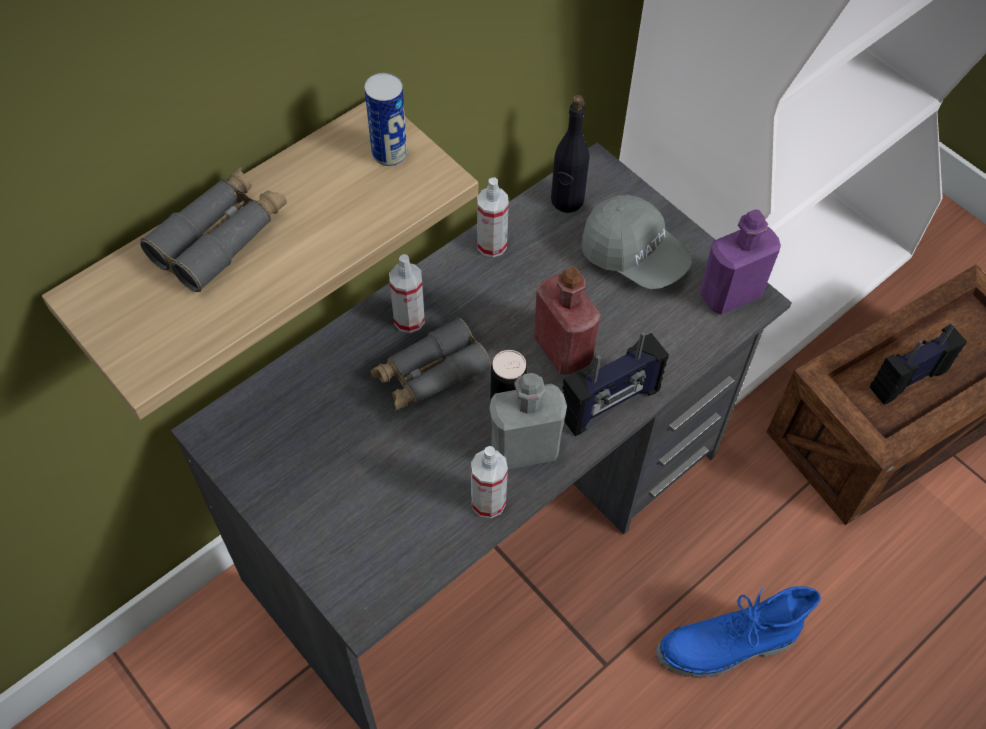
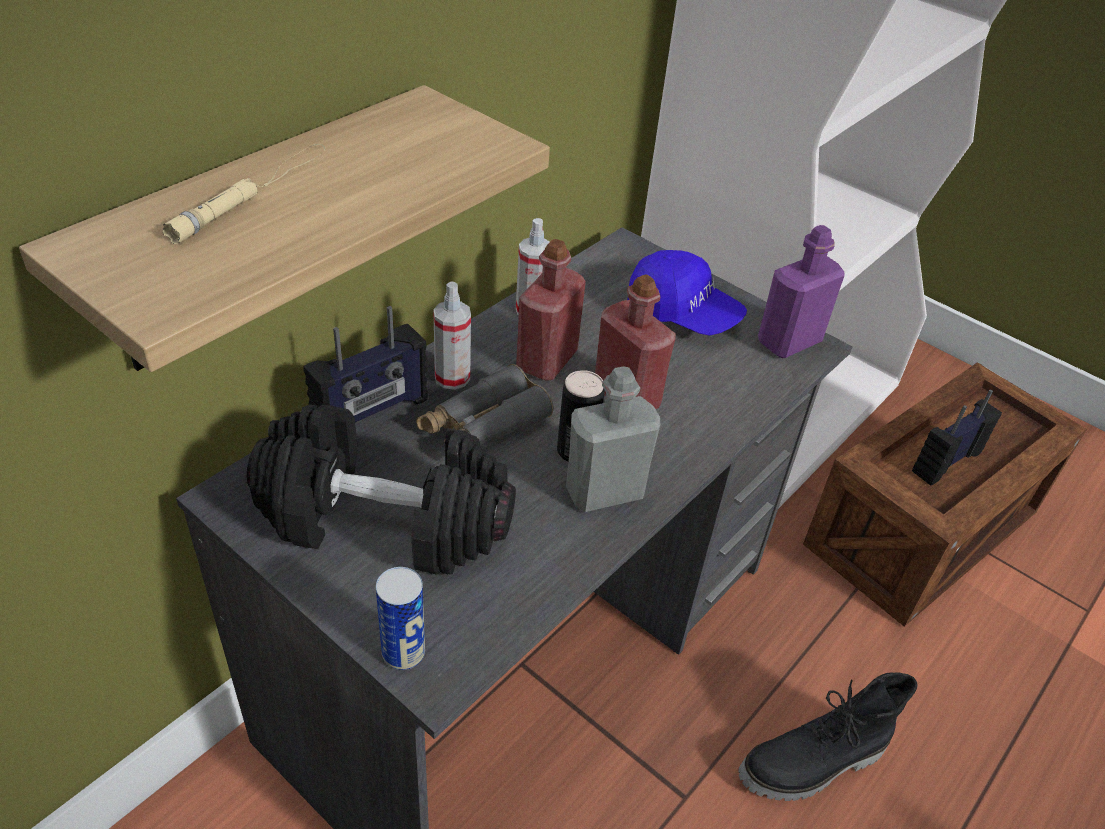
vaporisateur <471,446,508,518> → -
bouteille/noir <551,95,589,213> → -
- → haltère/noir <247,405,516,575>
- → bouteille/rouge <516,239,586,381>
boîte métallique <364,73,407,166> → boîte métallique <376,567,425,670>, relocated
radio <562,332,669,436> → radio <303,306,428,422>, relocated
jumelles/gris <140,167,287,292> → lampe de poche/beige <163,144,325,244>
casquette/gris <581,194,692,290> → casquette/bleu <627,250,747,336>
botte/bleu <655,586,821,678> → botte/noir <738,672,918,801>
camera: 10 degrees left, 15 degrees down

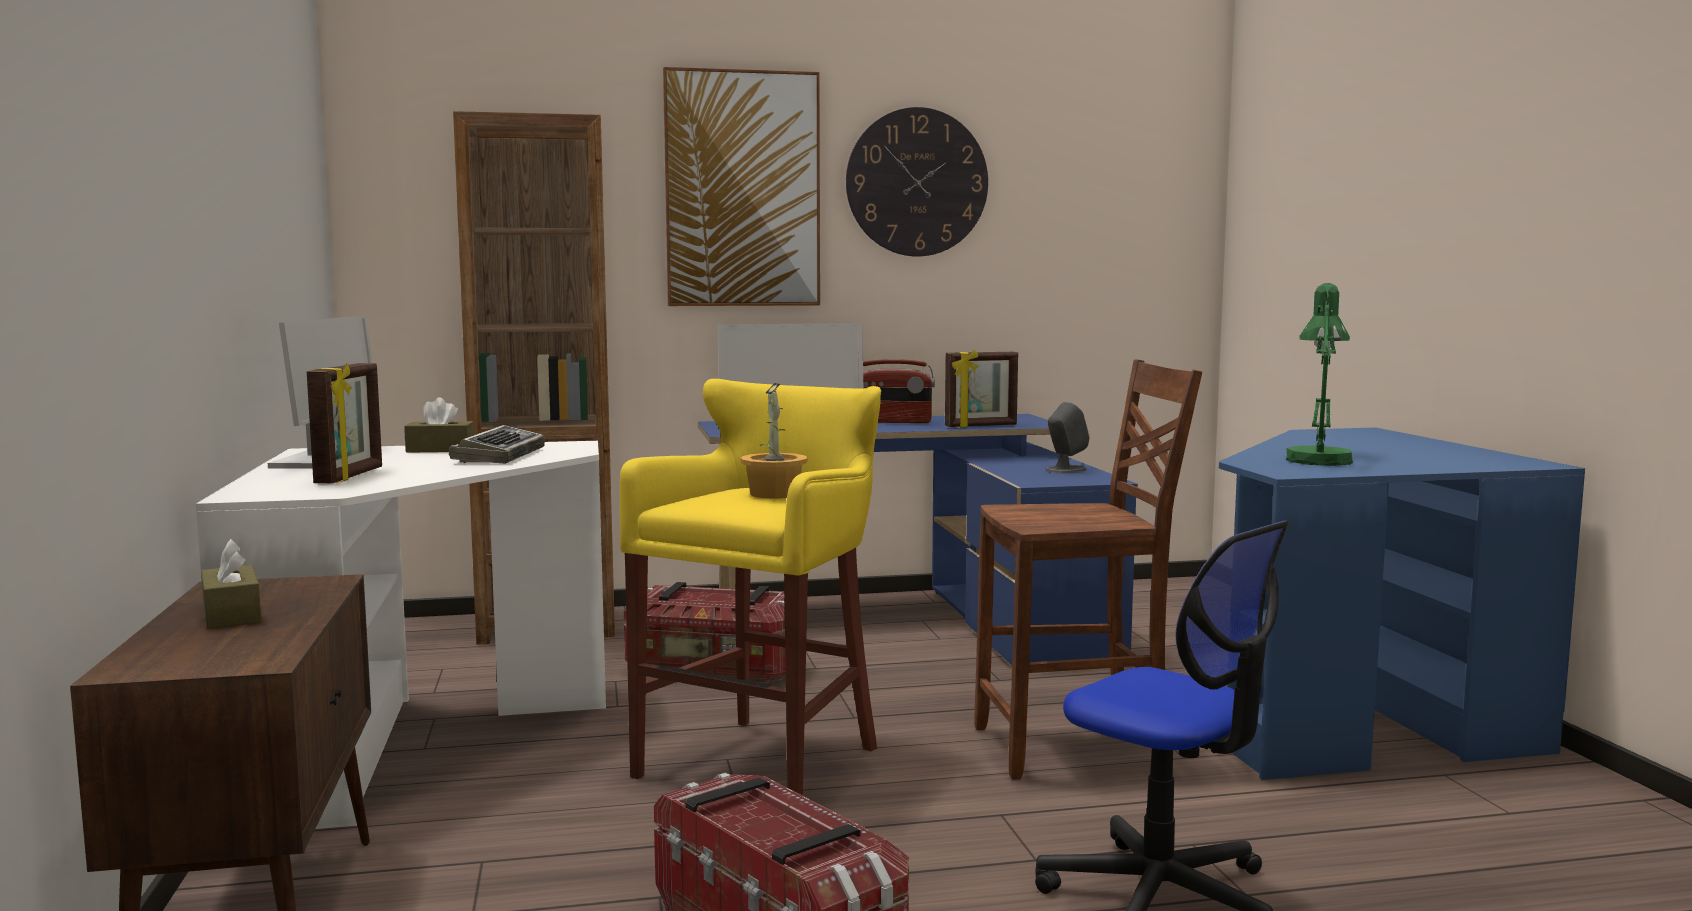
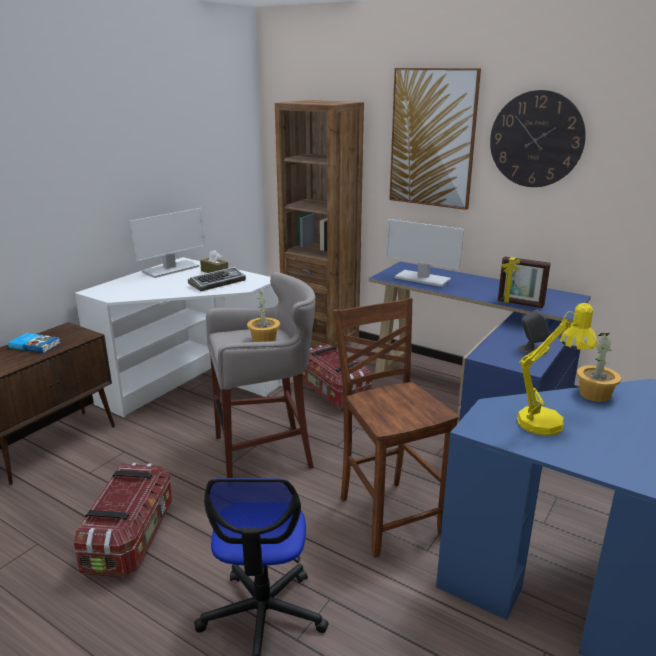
cadre photo <307,363,382,483> → -
radio <863,359,935,423> → -
- → plante en pot <576,333,621,402>
boîte à mouchoirs/marron <201,539,261,629> → livre <8,333,60,353>
tabouret/jaune <620,379,881,796> → tabouret/gris <206,272,315,478>
lampe de table/vert <1286,283,1353,466> → lampe de table/jaune <517,303,597,436>
chaise/marron <974,359,1202,780> → chaise/marron <333,298,459,558>, 150 degrees counterclockwise
camera: 45 degrees right, 15 degrees up

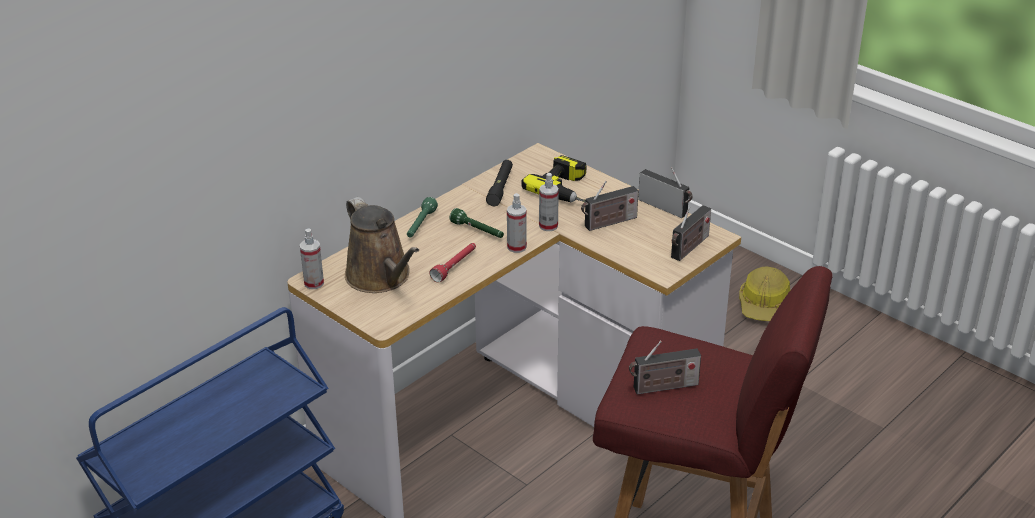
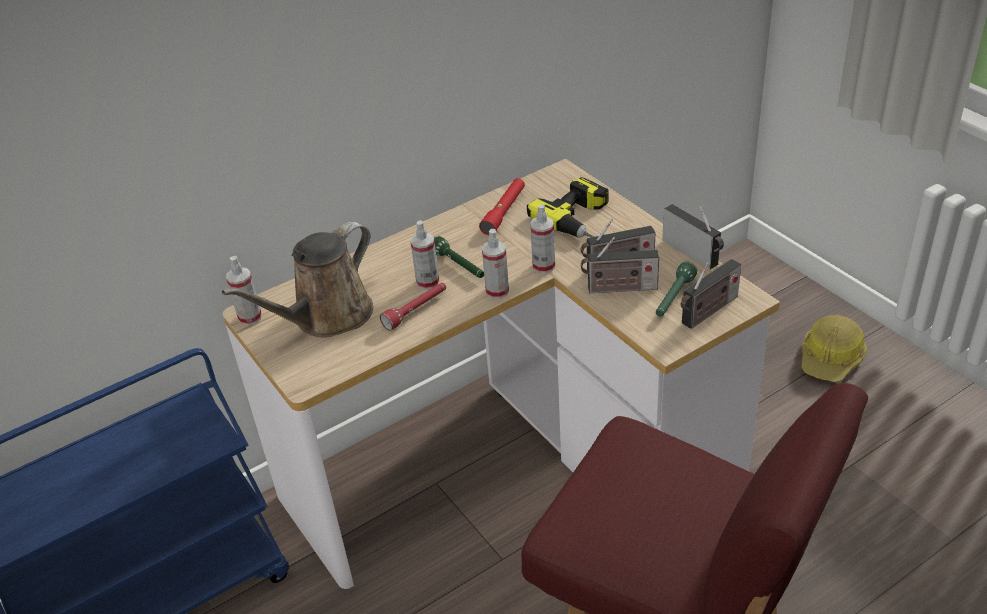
- → vaporisateur <410,220,439,290>
lampe de poche/vert <407,197,438,237> → lampe de poche/vert <656,262,697,317>, relocated
radio <629,341,701,395> → radio <581,237,659,293>, relocated
lampe de poche/noir <486,160,513,206> → lampe de poche/rouge <479,178,525,235>
arrosoir/marron <345,197,419,293> → arrosoir/marron <222,222,373,338>, 60 degrees clockwise
camera: 15 degrees right, 5 degrees up

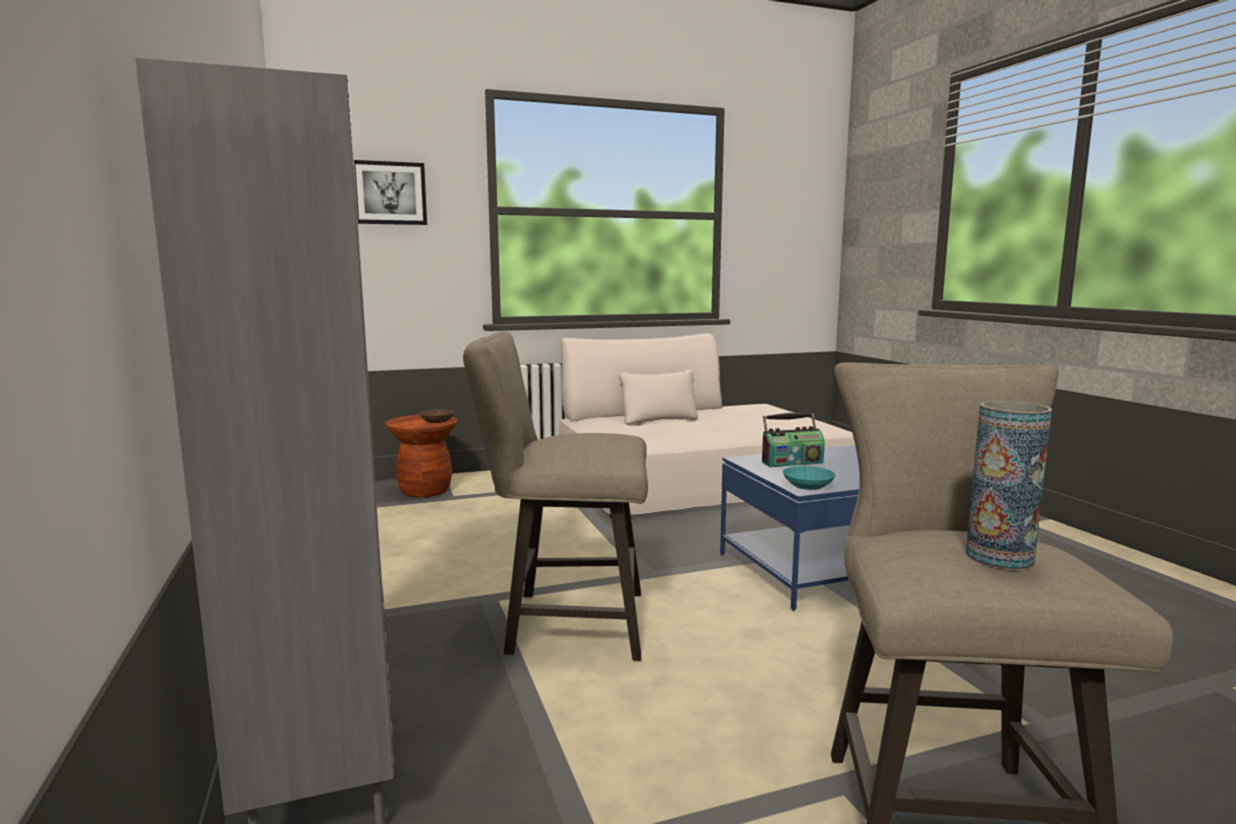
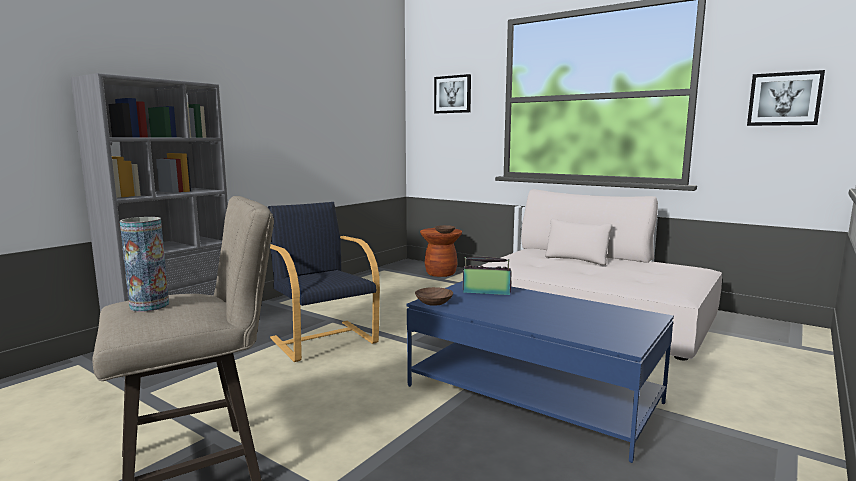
- → tableau <747,70,825,126>
tabouret/beige <463,331,648,661> → fauteuil/noir <267,202,380,362>
bol/turquoise <783,466,836,490> → bol/marron <415,287,453,306>
radio <762,413,825,467> → radio <463,257,511,295>, 150 degrees clockwise
camera: 55 degrees right, 0 degrees up

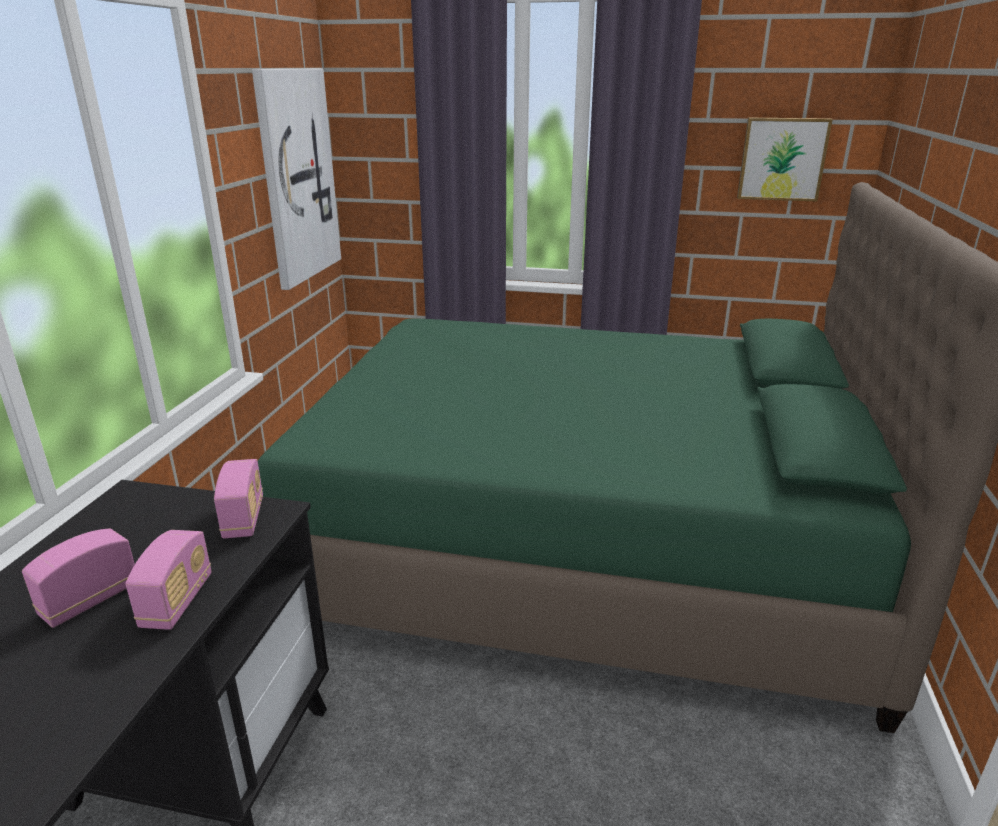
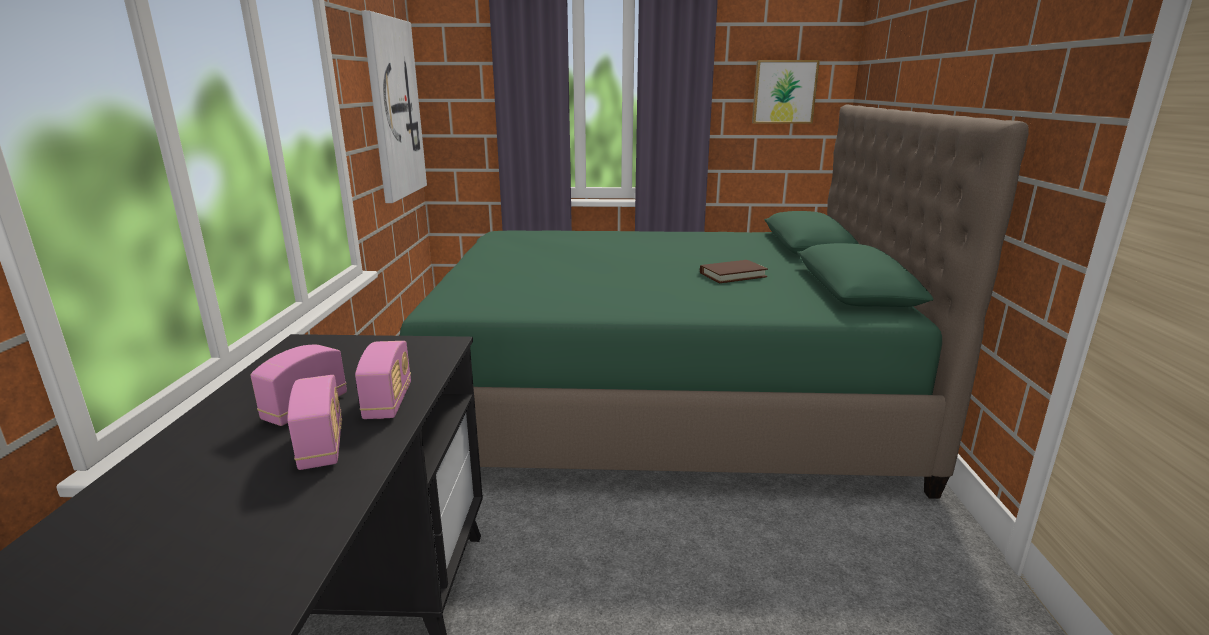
- → livre/marron <700,260,768,283>
radio <214,459,263,538> → radio <287,375,342,470>, relocated
camera: 10 degrees left, 5 degrees down

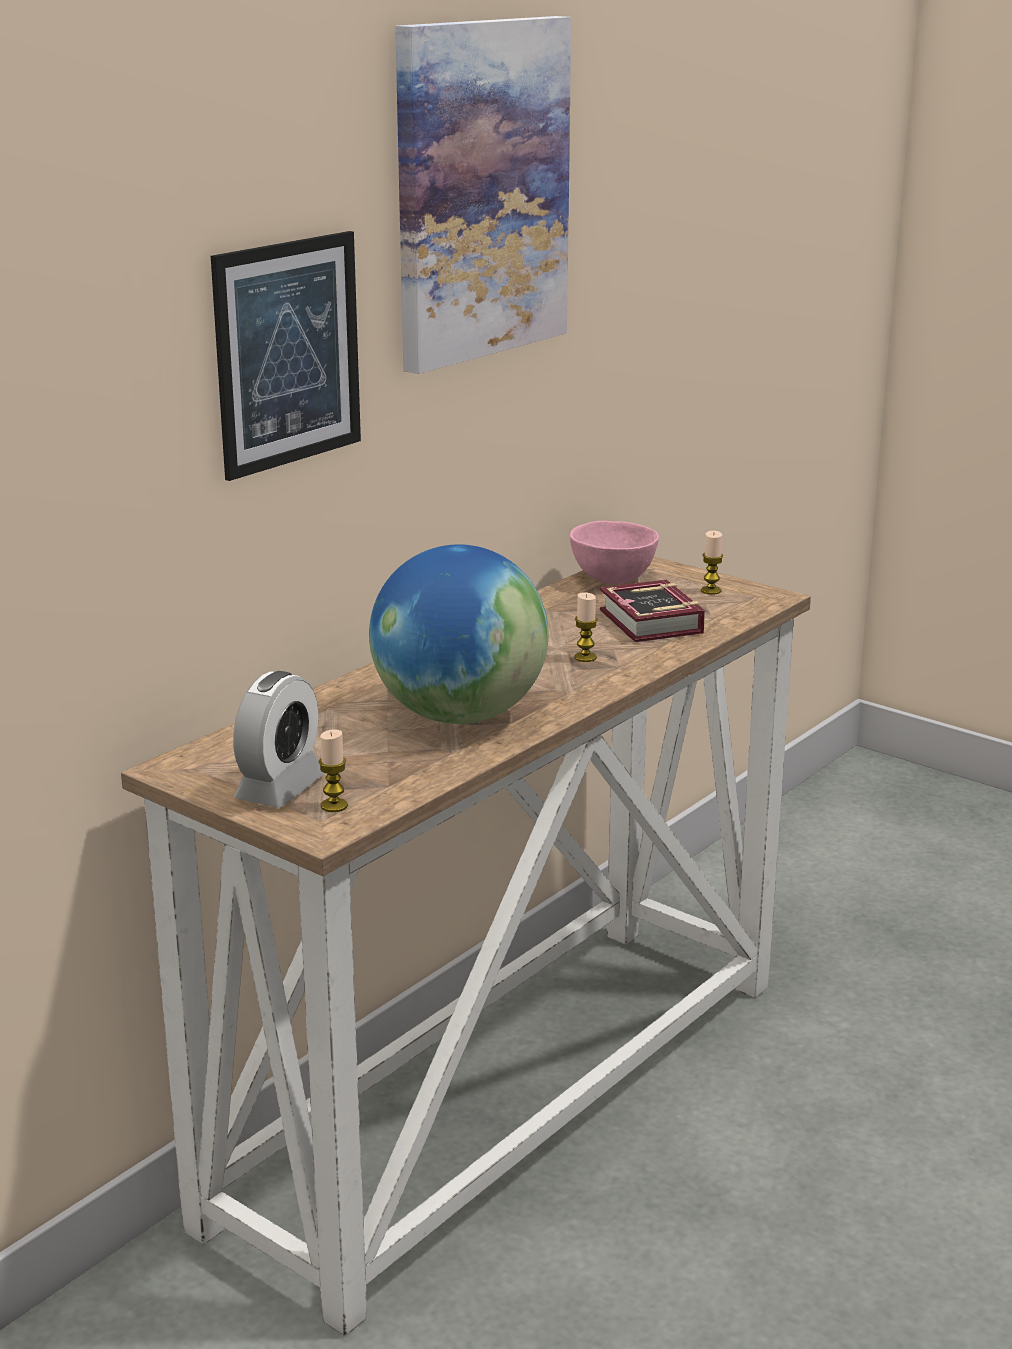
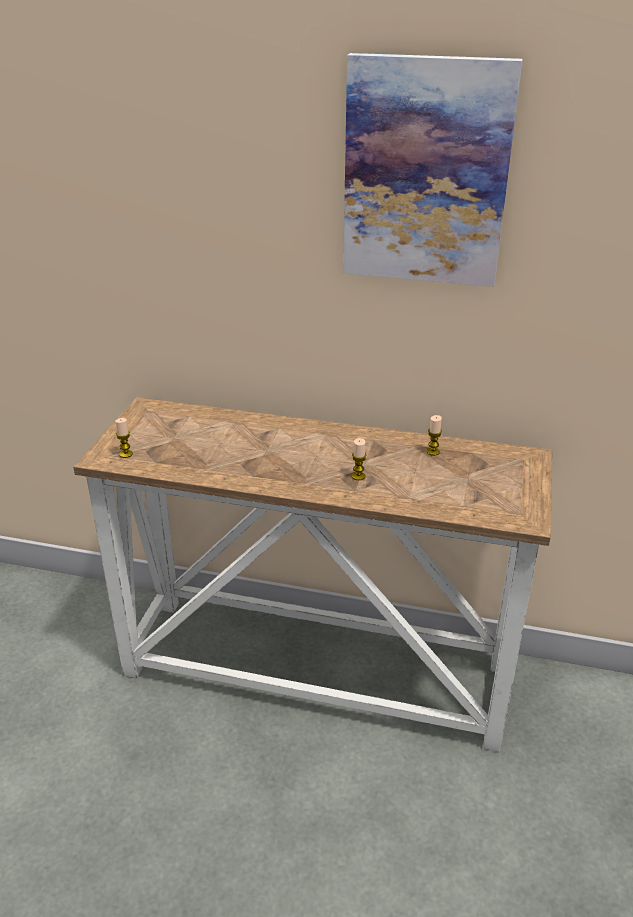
tableau <211,231,361,481> → -
réveil <233,671,325,808> → -
globe <369,544,549,724> → -
bol/rose <570,521,659,584> → -
livre <600,580,705,642> → -
bougie <701,531,723,595> → bougie <426,415,442,456>, relocated
camera: 65 degrees right, 10 degrees up

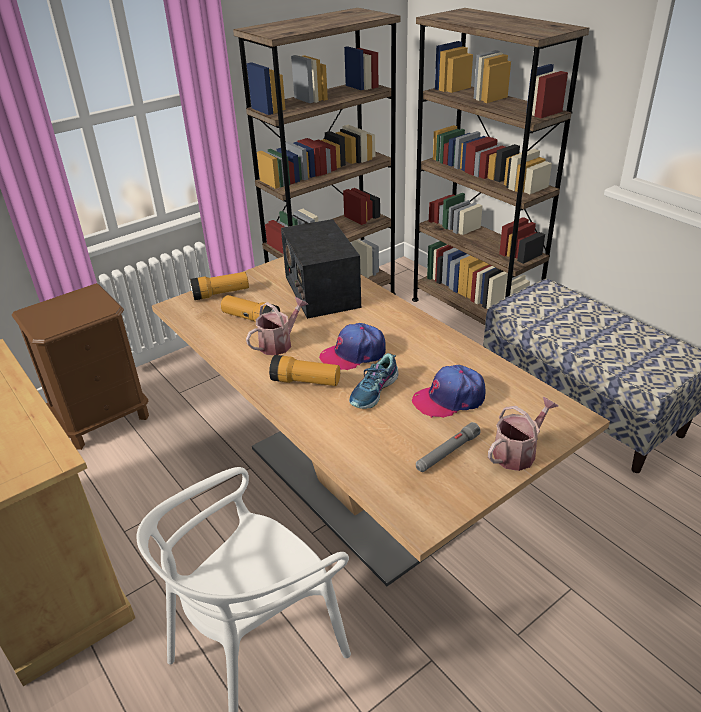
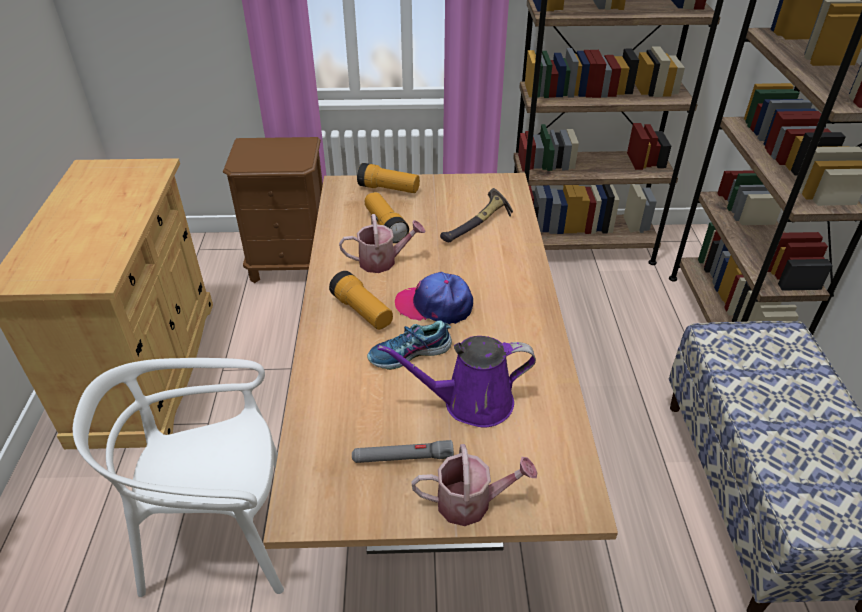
radio <281,219,361,319> → marteau <440,188,513,242>
casquette <412,365,486,418> → arrosoir/violet <378,336,536,427>
camera: 35 degrees right, 5 degrees up

